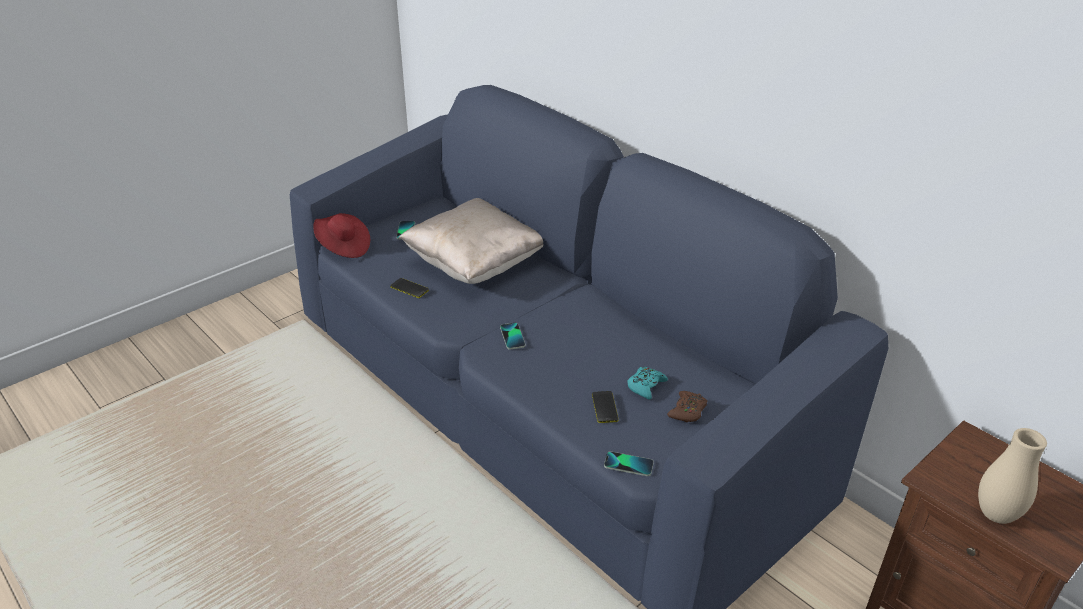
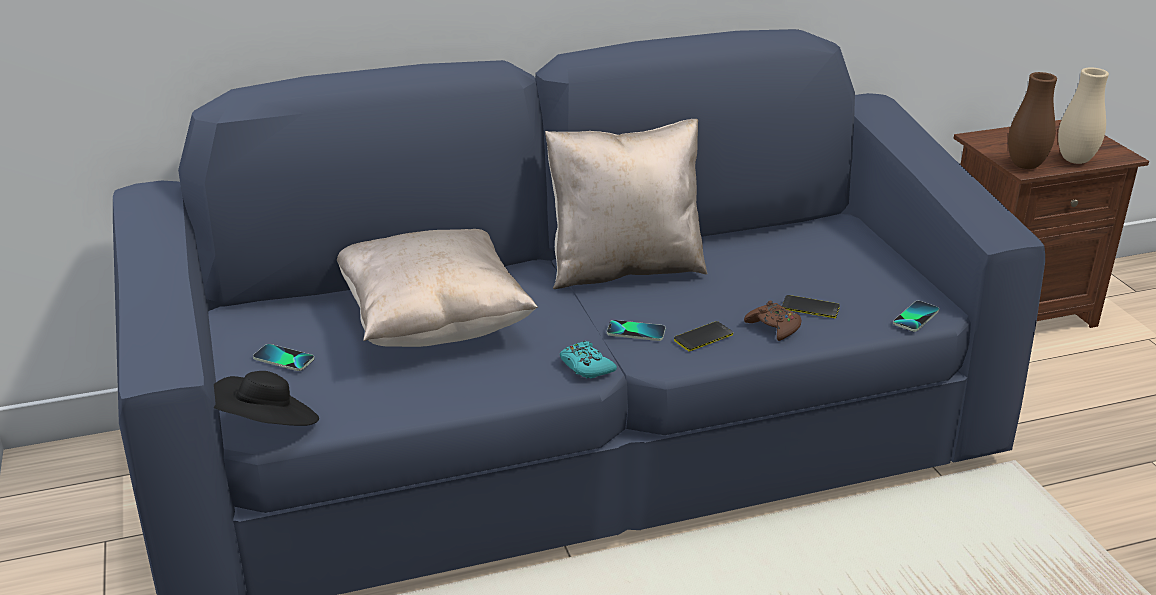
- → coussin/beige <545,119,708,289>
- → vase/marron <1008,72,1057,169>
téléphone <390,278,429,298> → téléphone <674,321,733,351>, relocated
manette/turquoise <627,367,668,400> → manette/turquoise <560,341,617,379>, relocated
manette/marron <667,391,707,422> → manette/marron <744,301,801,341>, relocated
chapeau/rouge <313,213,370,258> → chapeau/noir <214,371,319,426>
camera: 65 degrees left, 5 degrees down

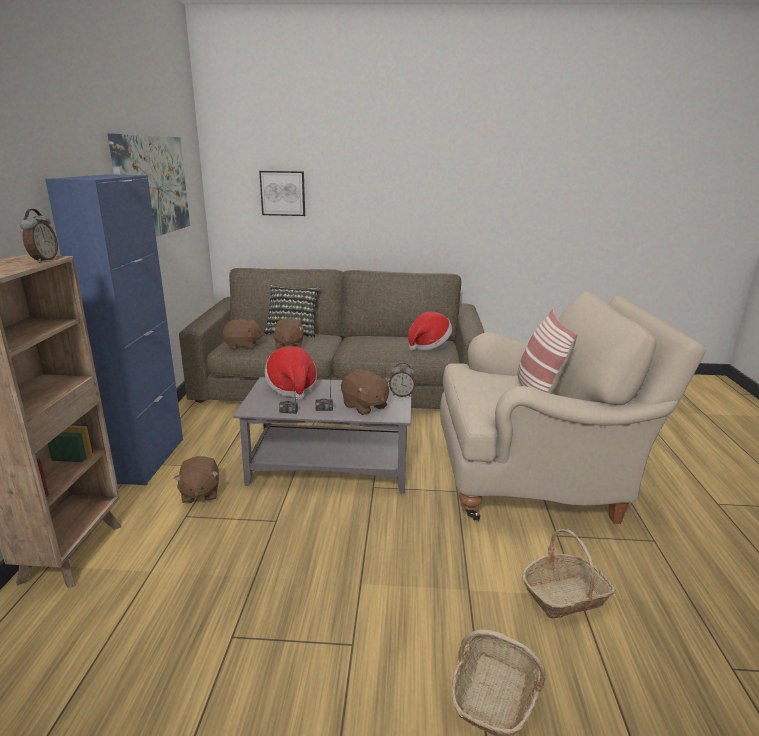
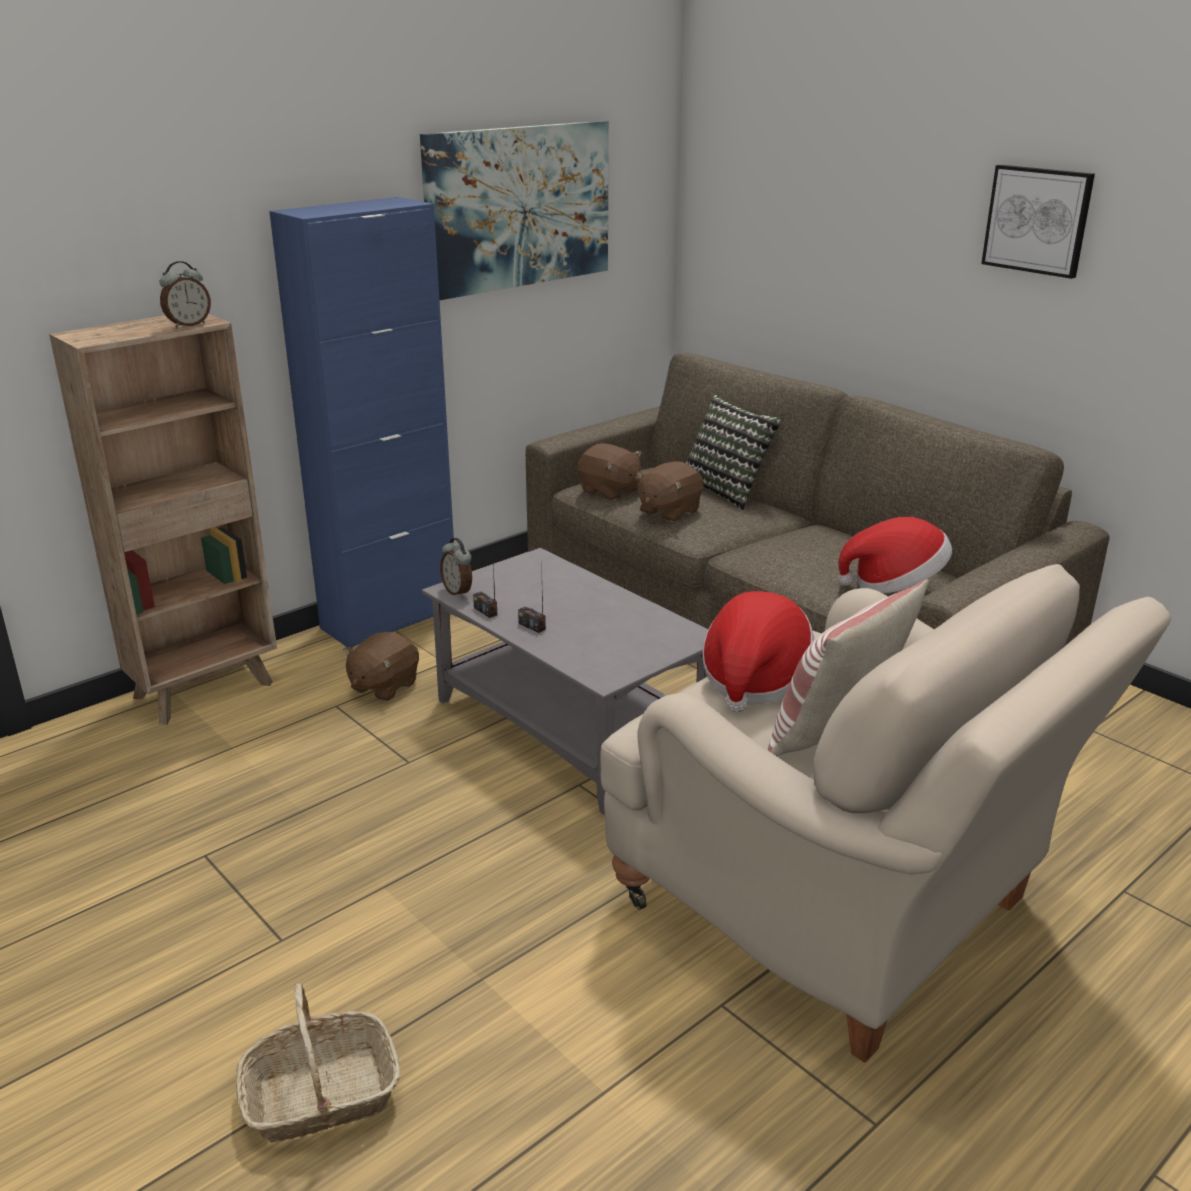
peluche/marron <341,370,390,415> → -
panier <522,529,616,618> → -
tableau <259,171,305,216> → tableau <981,165,1095,279>, relocated
chapeau <265,346,317,400> → chapeau <702,591,815,712>, relocated
réveil <389,362,416,397> → réveil <440,538,472,598>, relocated
camera: 45 degrees right, 5 degrees up

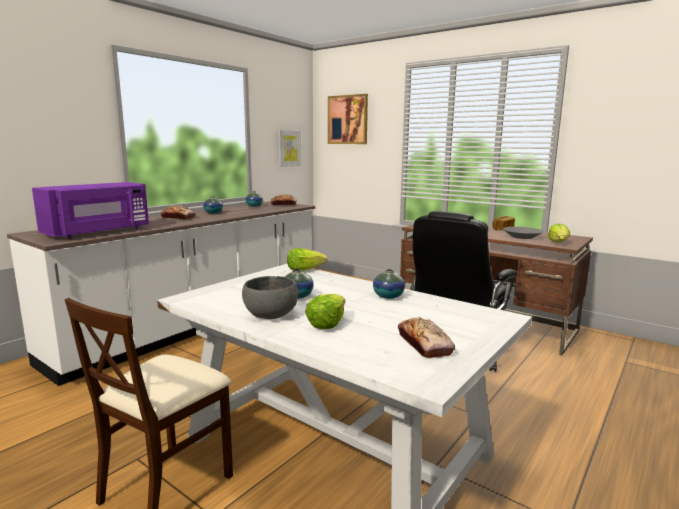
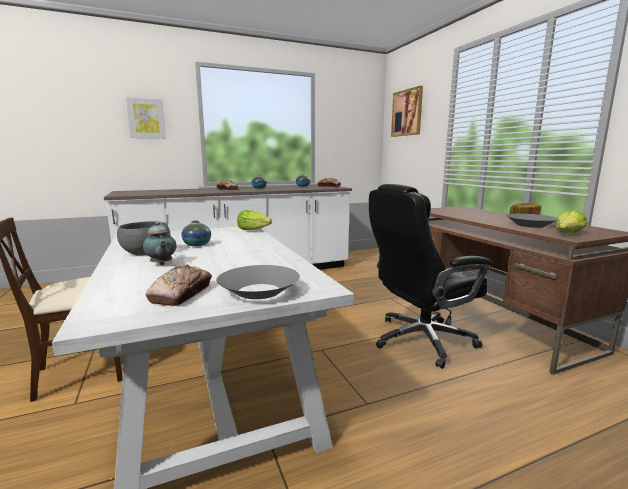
micro-ondes/violet <32,182,149,238> → -
vase <373,269,405,299> → -
- → bol/gris <216,265,300,299>
tableau <278,130,301,167> → tableau <126,97,166,139>, relocated
laitue <305,294,345,329> → théière <143,222,176,265>
camera: 30 degrees right, 0 degrees up

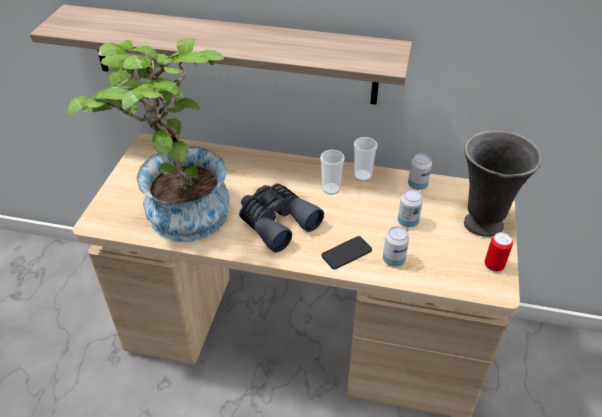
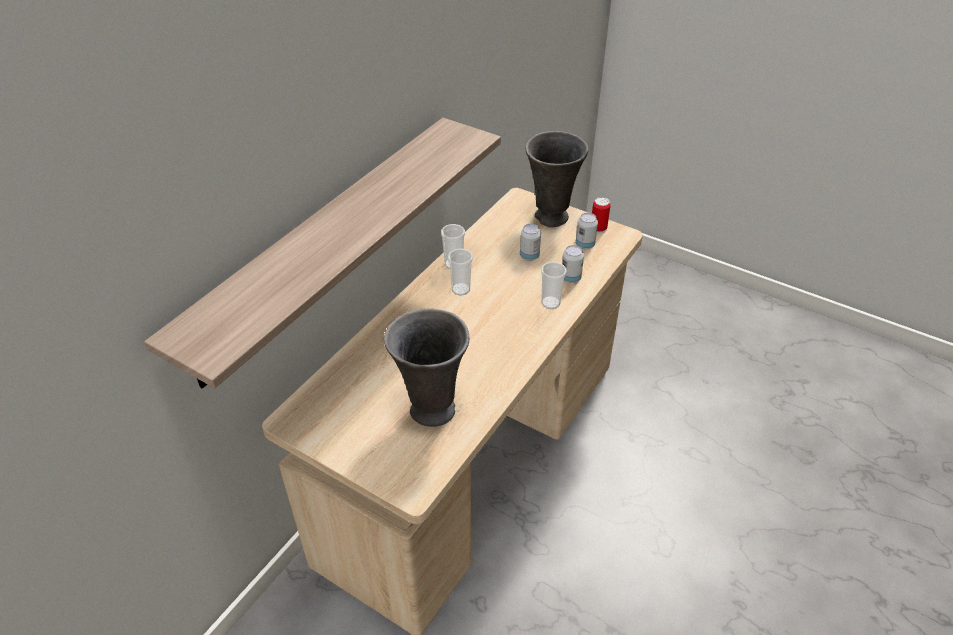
jumelles/gris <239,183,324,253> → -
boîte métallique <408,153,432,190> → boîte métallique <576,213,598,249>, relocated
plante en pot <68,38,230,242> → vase/gris <384,308,470,427>
téléphone <322,236,372,269> → tasse <541,262,567,309>
camera: 70 degrees left, 0 degrees up

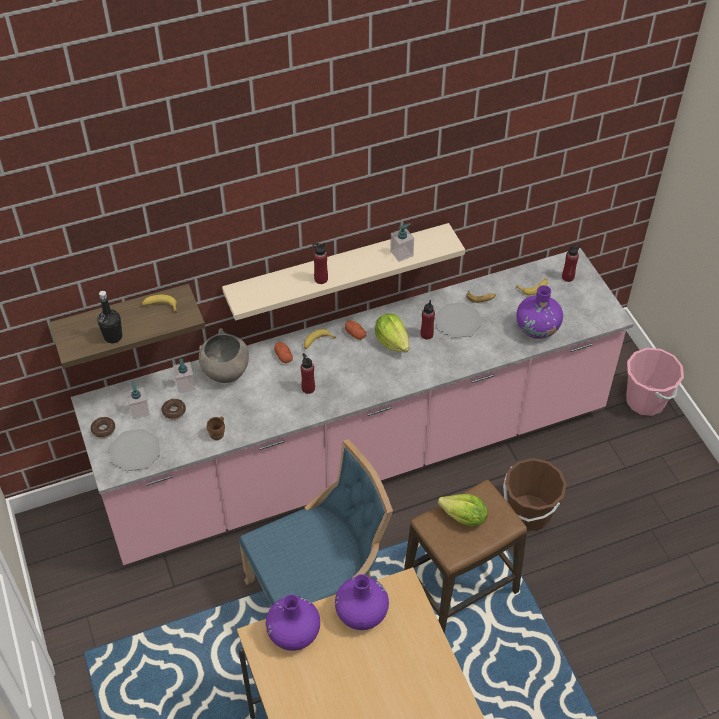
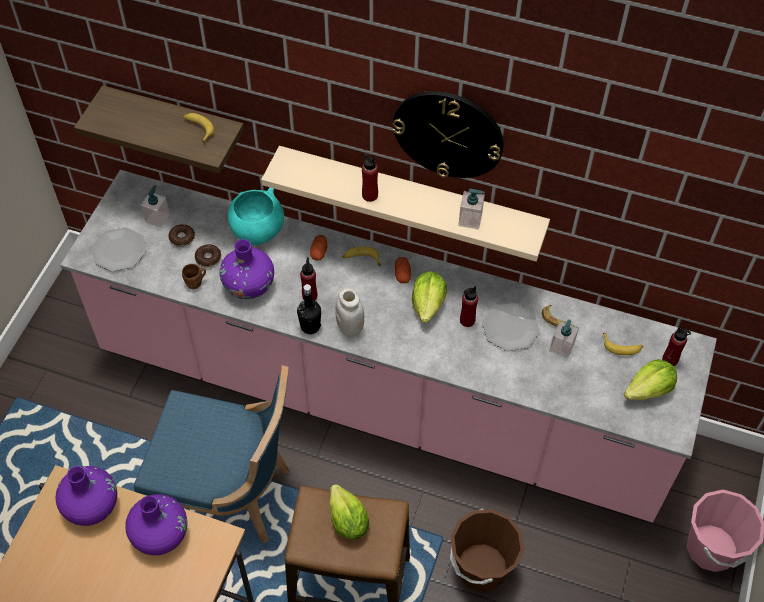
- → bocal/blanc <335,288,364,337>
- → horloge murale <393,91,504,178>
- → laitue <624,359,677,400>
beignet <91,417,115,438> → beignet <195,244,221,267>, relocated
bouteille/noir <97,291,122,343> → bouteille/noir <297,284,321,334>, relocated
distributeur de savon <173,359,196,393> → distributeur de savon <549,320,579,358>, relocated
vase/violet <517,285,563,339> → vase/violet <219,239,274,299>, relocated
bol/gris <199,328,249,383> → bol/turquoise <228,188,284,245>
camera: 40 degrees right, 5 degrees up

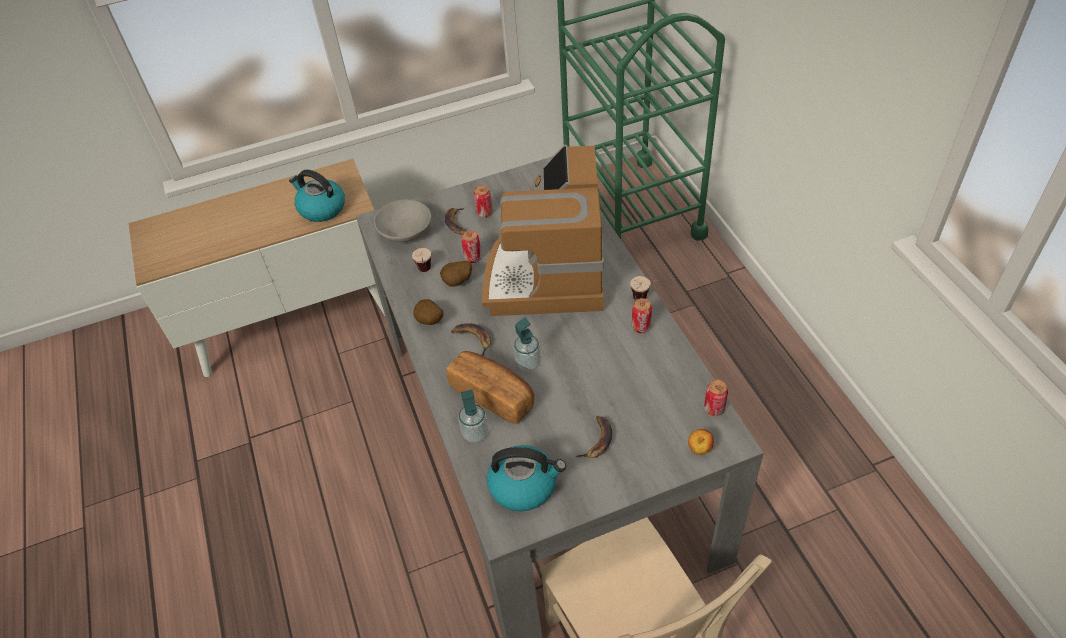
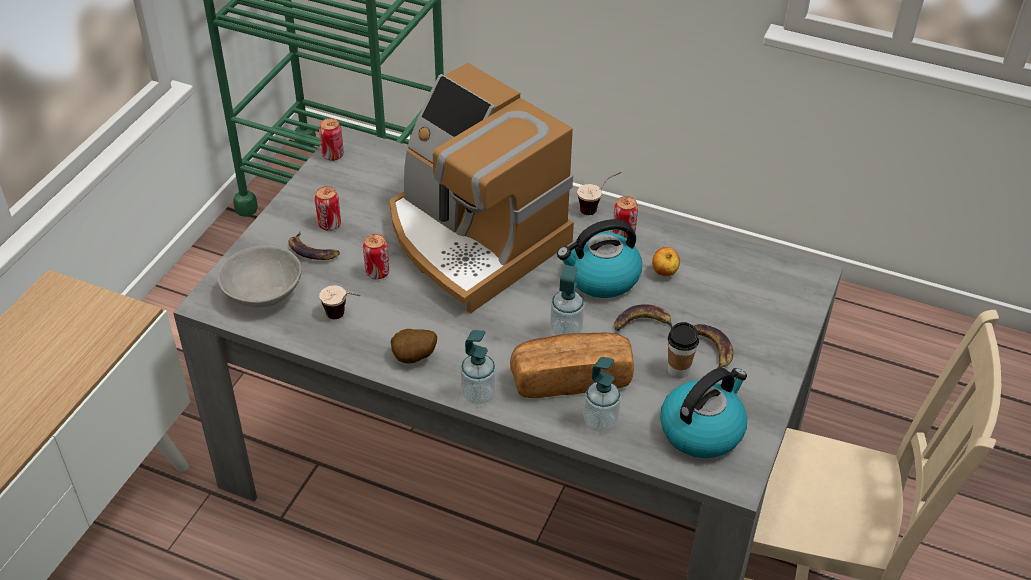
pomme de terre <440,261,472,287> → -
- → distributeur de savon <460,330,496,405>
- → tasse <668,322,699,378>
bouilloire <289,170,345,222> → bouilloire <557,219,642,298>, relocated
banane <451,323,491,356> → banane <614,304,673,331>, relocated
pomme <688,429,714,455> → pomme <652,247,680,276>, relocated
boîte métallique <704,380,728,416> → boîte métallique <319,118,344,161>, relocated
camera: 50 degrees left, 5 degrees down

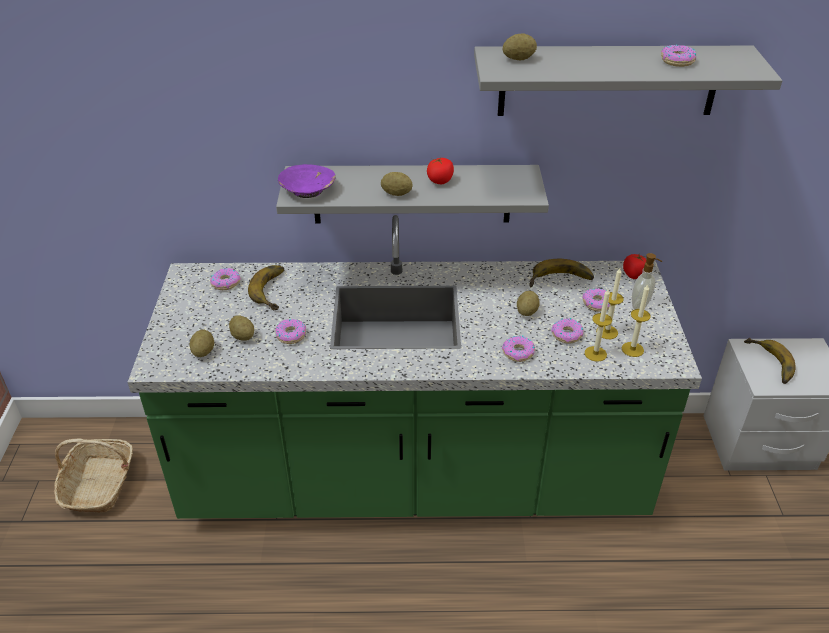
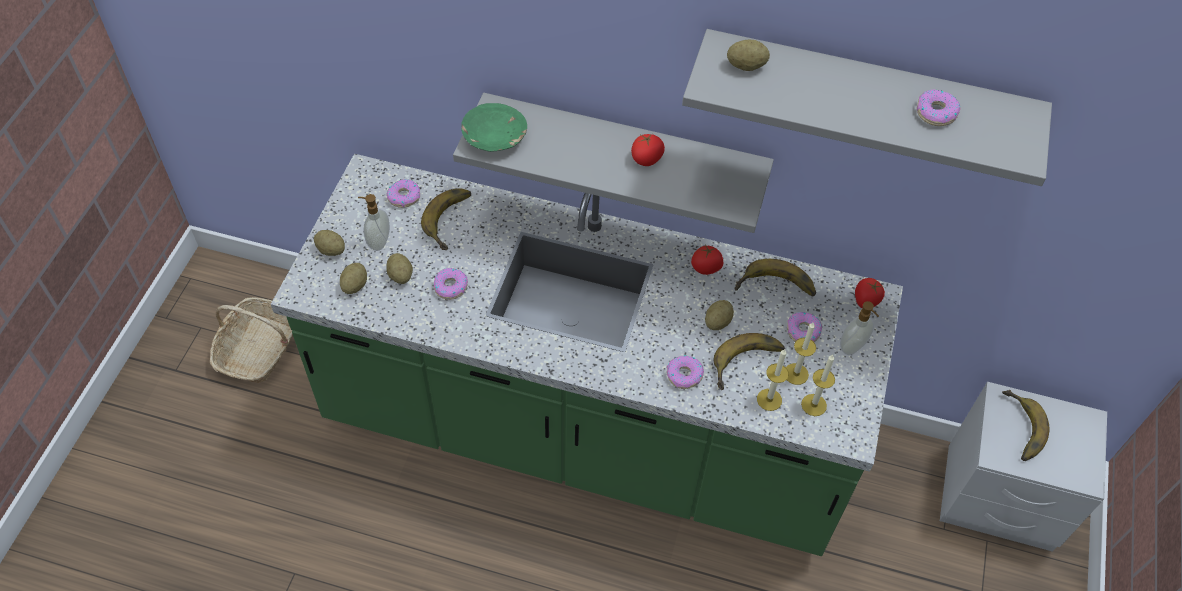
- → distributeur de savon <358,194,390,251>
- → tomate <691,245,723,275>
pomme de terre <381,172,412,196> → pomme de terre <314,230,345,256>, relocated
beignet <551,318,584,344> → banane <714,333,785,390>
bol/violet <278,164,336,198> → bol/vert <461,103,527,152>
camera: 15 degrees right, 15 degrees up

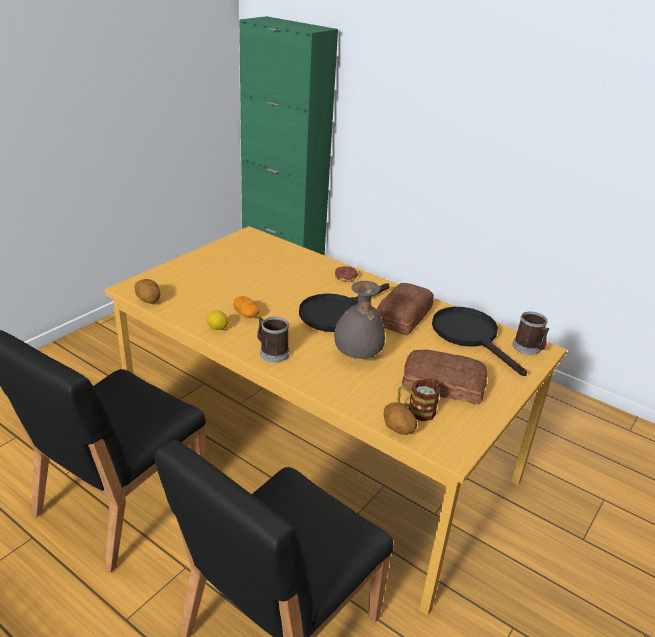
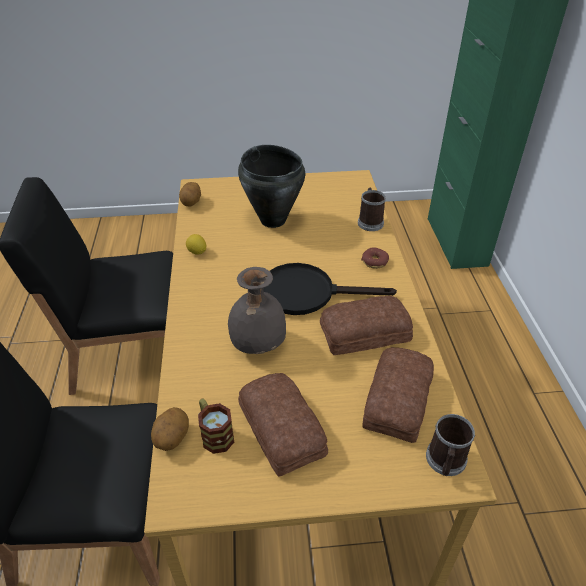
pomme de terre <233,296,260,318> → -
- → marmite/noir <238,145,305,228>
mug <257,317,289,363> → mug <358,188,386,231>, relocated
poêle/noir <432,307,527,376> → pain <362,347,434,443>
camera: 50 degrees right, 10 degrees up

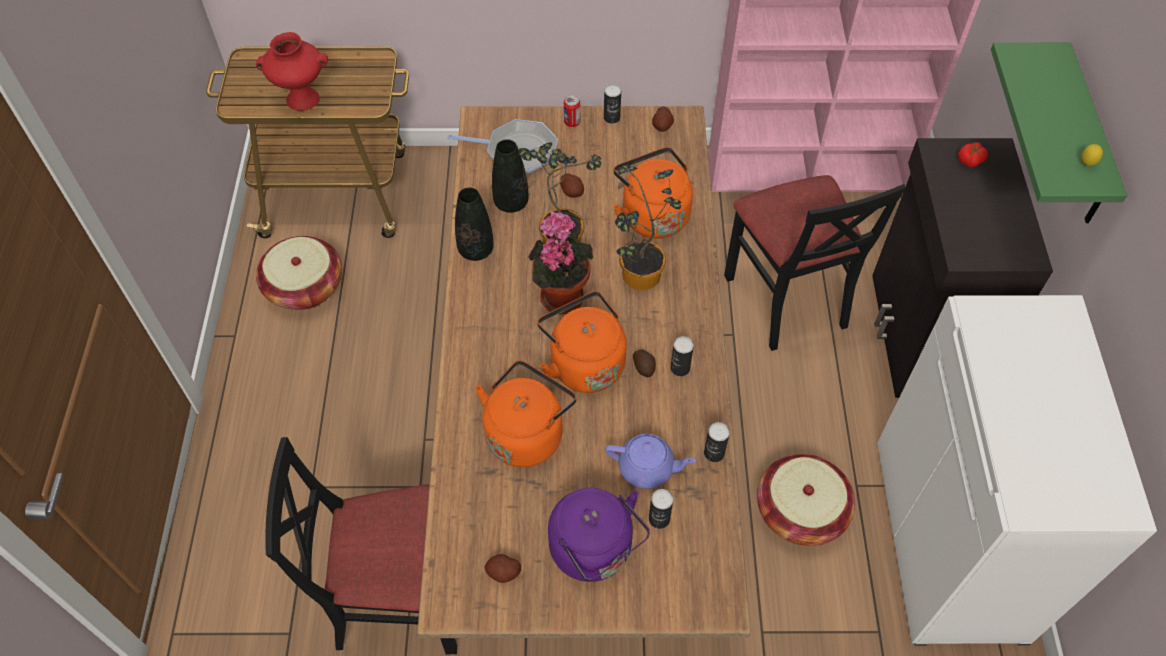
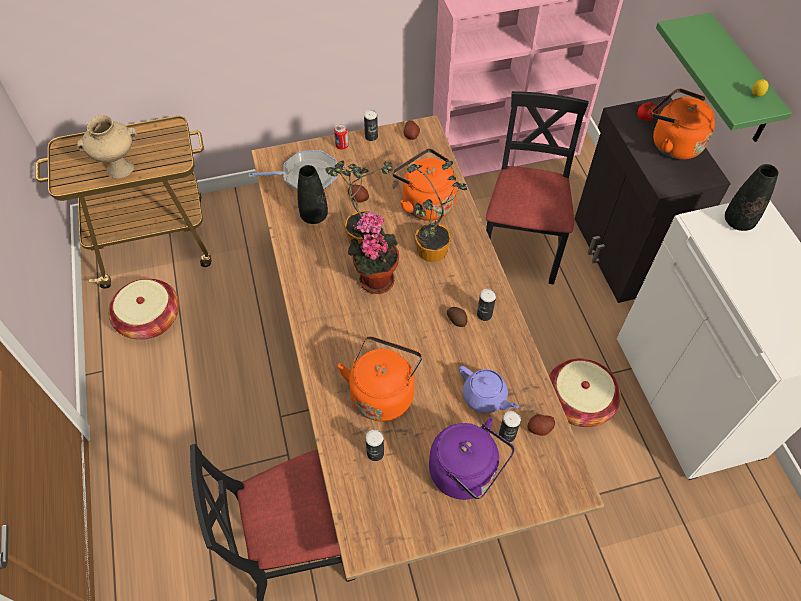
vase/noir <455,187,494,261> → vase/noir <725,164,778,231>, relocated
pomme de terre <485,554,521,583> → pomme de terre <527,414,555,436>, relocated
bouilloire/orange <537,291,627,393> → bouilloire/orange <651,88,715,160>, relocated
boîte métallique <704,422,730,462> → boîte métallique <365,430,384,461>, relocated
vase/rouge <256,32,328,111> → vase/beige <77,115,137,179>
théière/violet <605,434,696,489> → théière/violet <459,366,519,413>, 45 degrees clockwise
chaise/noir <724,175,906,351> → chaise/noir <486,91,589,285>, 135 degrees counterclockwise
camera: 15 degrees left, 0 degrees up

